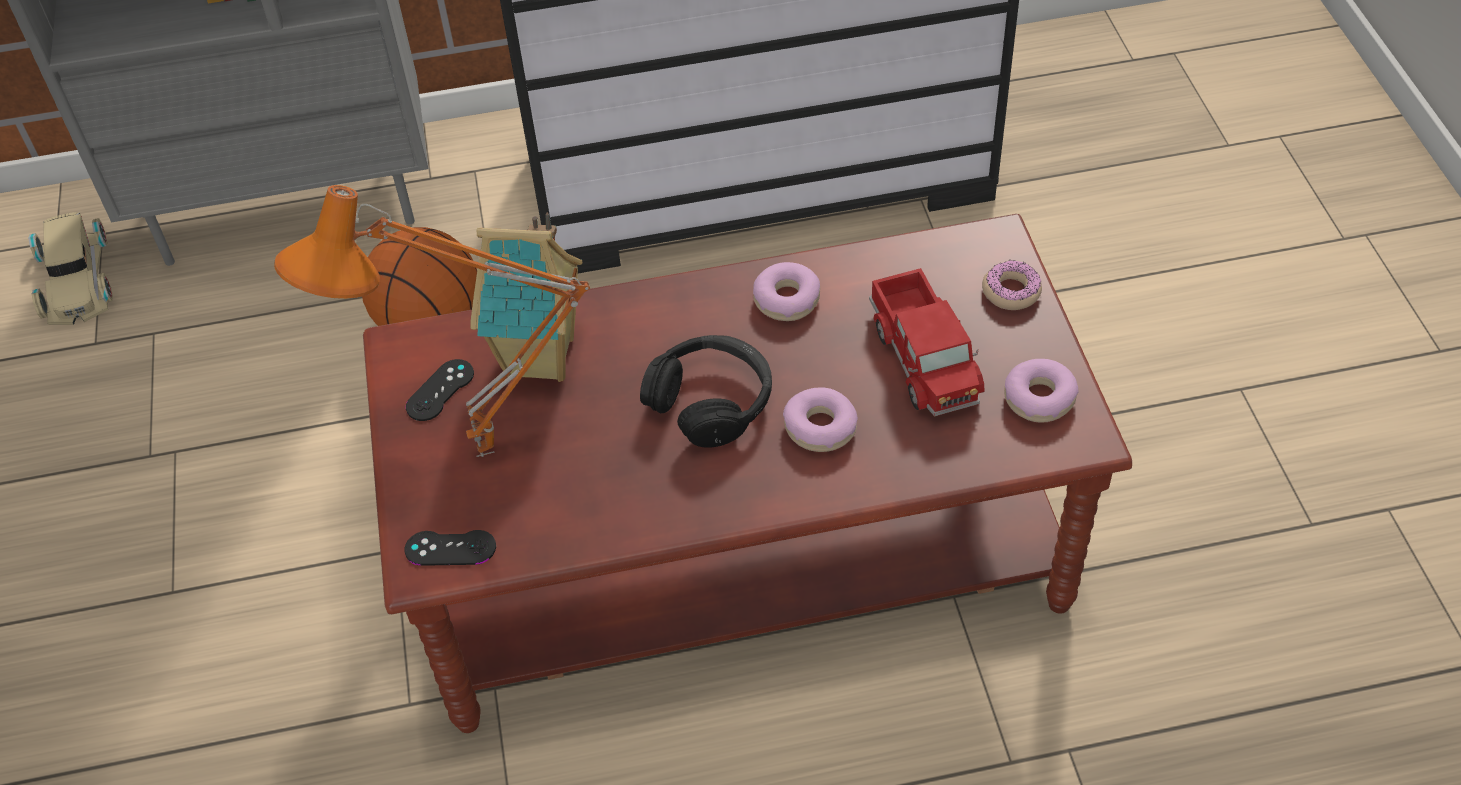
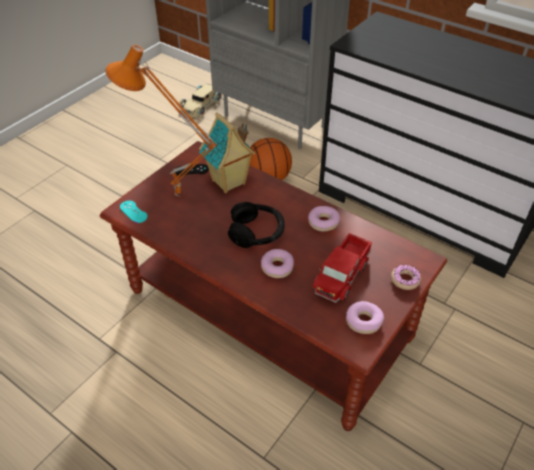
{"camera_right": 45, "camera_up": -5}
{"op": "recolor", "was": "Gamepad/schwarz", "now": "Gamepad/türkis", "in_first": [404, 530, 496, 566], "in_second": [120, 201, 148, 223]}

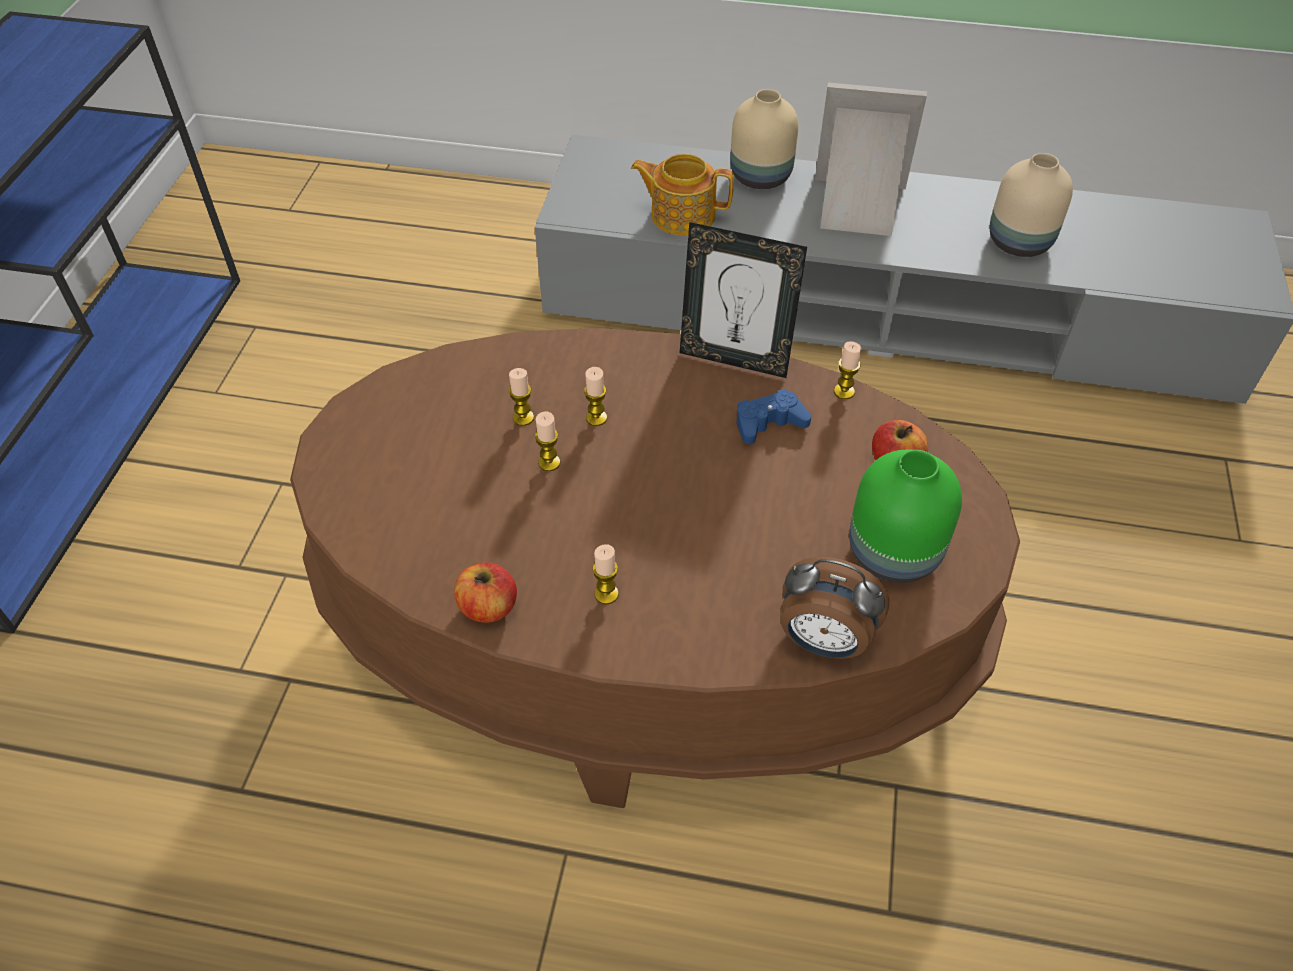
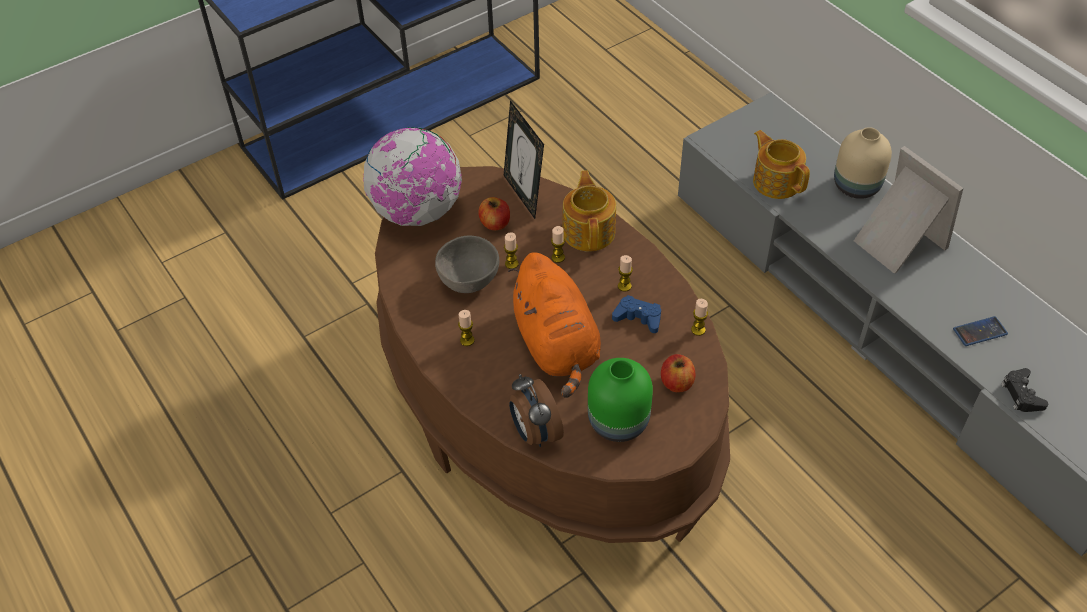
{"camera_right": 45, "camera_up": 0}
{"op": "insert", "now": "Globus", "in_second": [363, 127, 462, 226]}
{"op": "insert", "now": "Schüssel/grau", "in_second": [435, 236, 499, 293]}
{"op": "move", "was": "Apfel", "in_first": [454, 562, 517, 623], "in_second": [478, 197, 510, 230]}
{"op": "move", "was": "Bilderrahmen", "in_first": [680, 222, 807, 378], "in_second": [504, 100, 544, 219]}
{"op": "insert", "now": "Plüschtier/orange", "in_second": [508, 252, 601, 398]}
{"op": "insert", "now": "Teekanne", "in_second": [563, 170, 616, 252]}
{"op": "move", "was": "Kerze", "in_first": [509, 368, 534, 426], "in_second": [618, 255, 633, 292]}
{"op": "replace", "was": "Vase/beige", "now": "Handy", "in_first": [990, 153, 1073, 257], "in_second": [953, 316, 1008, 346]}
{"op": "insert", "now": "Gamepad/schwarz", "in_second": [1001, 368, 1048, 412]}

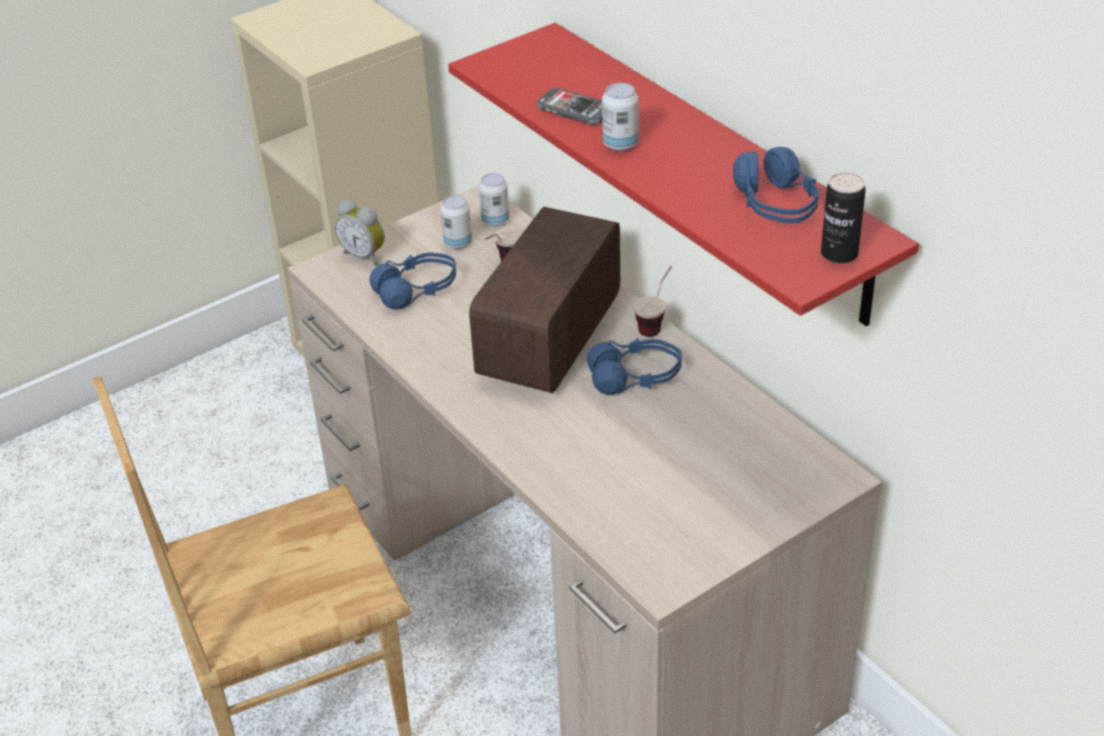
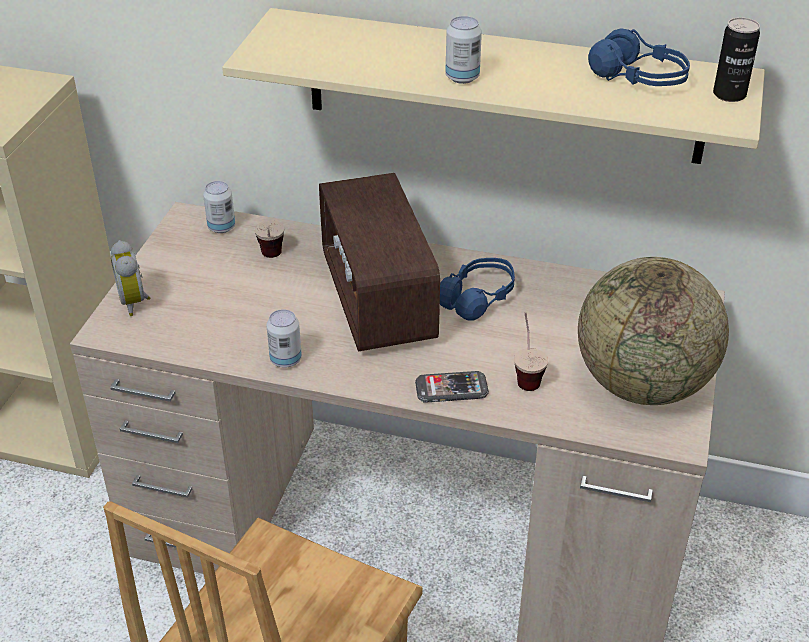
{"camera_right": -40, "camera_up": 0}
{"op": "rotate", "was": "Wecker", "in_first": [335, 200, 385, 266], "in_second": [111, 240, 150, 316], "clockwise": 75}
{"op": "recolor", "was": "Wandregal/rot", "now": "Wandregal/beige", "in_first": [448, 23, 919, 326], "in_second": [222, 8, 765, 164]}
{"op": "move", "was": "Dose", "in_first": [440, 195, 472, 249], "in_second": [266, 309, 302, 368]}
{"op": "move", "was": "Handy", "in_first": [537, 88, 602, 125], "in_second": [415, 371, 489, 403]}
{"op": "move", "was": "Tasse", "in_first": [633, 266, 672, 337], "in_second": [514, 312, 548, 391]}
{"op": "insert", "now": "Globus", "in_second": [578, 257, 729, 405]}
{"op": "delete", "was": "Kopfhörer/blau", "in_first": [369, 252, 456, 309]}

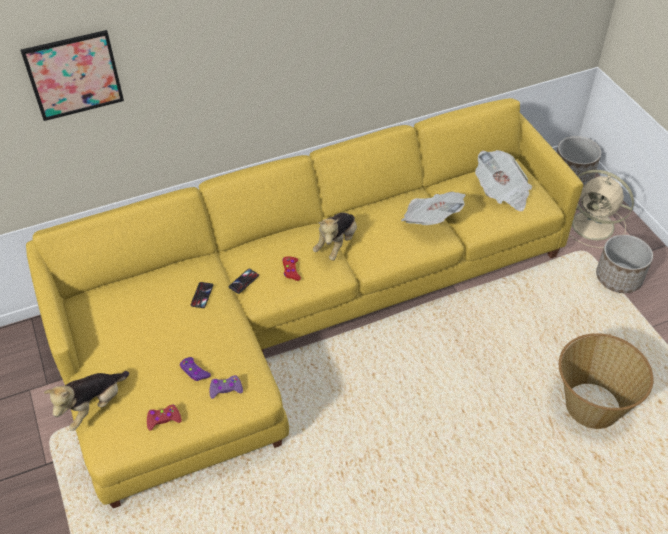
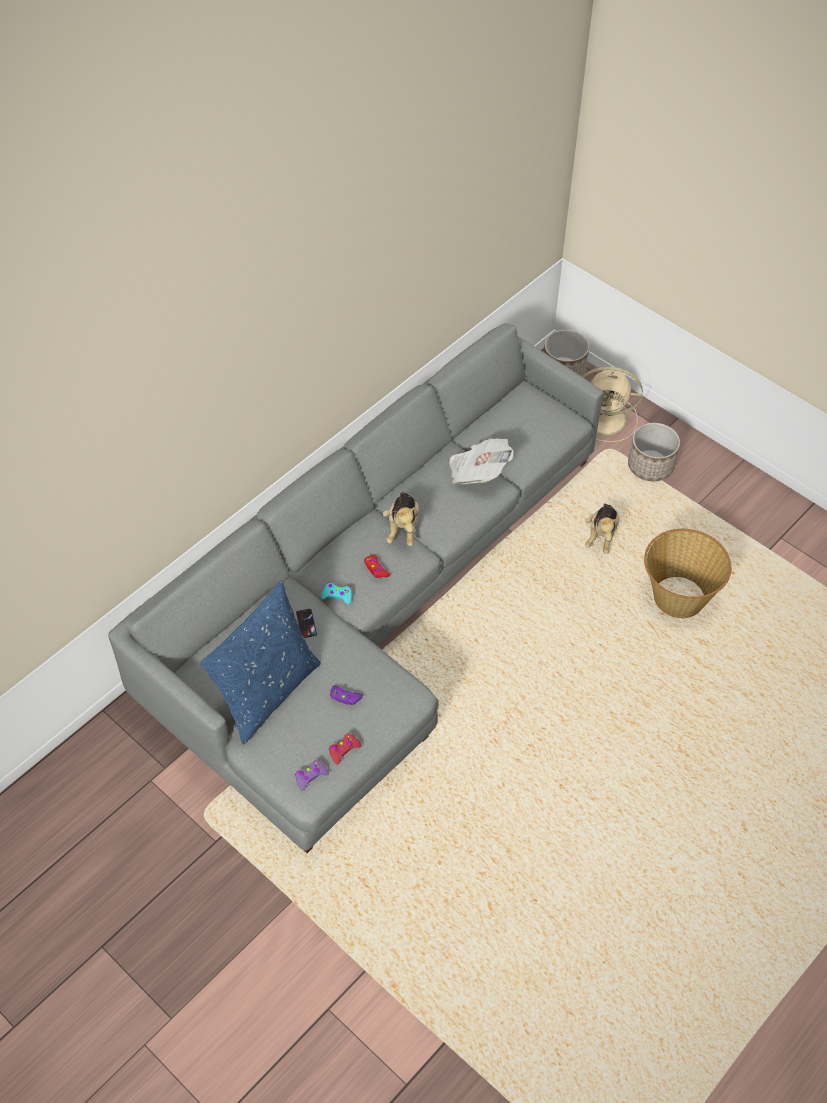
{"camera_right": -25, "camera_up": 5}
{"op": "recolor", "was": "Sofa/gelb", "now": "Sofa/grau", "in_first": [26, 98, 583, 508], "in_second": [108, 323, 604, 853]}
{"op": "insert", "now": "Kissen/blau", "in_second": [200, 581, 321, 744]}
{"op": "move", "was": "Gamepad/lila", "in_first": [210, 375, 243, 399], "in_second": [295, 760, 329, 791]}
{"op": "replace", "was": "Handy", "now": "Gamepad/türkis", "in_first": [228, 269, 259, 294], "in_second": [321, 583, 352, 605]}
{"op": "move", "was": "Plüschtier", "in_first": [44, 371, 129, 431], "in_second": [585, 504, 619, 554]}
{"op": "delete", "was": "Bild", "in_first": [20, 30, 124, 121]}
{"op": "delete", "was": "Zeitung", "in_first": [475, 150, 532, 211]}

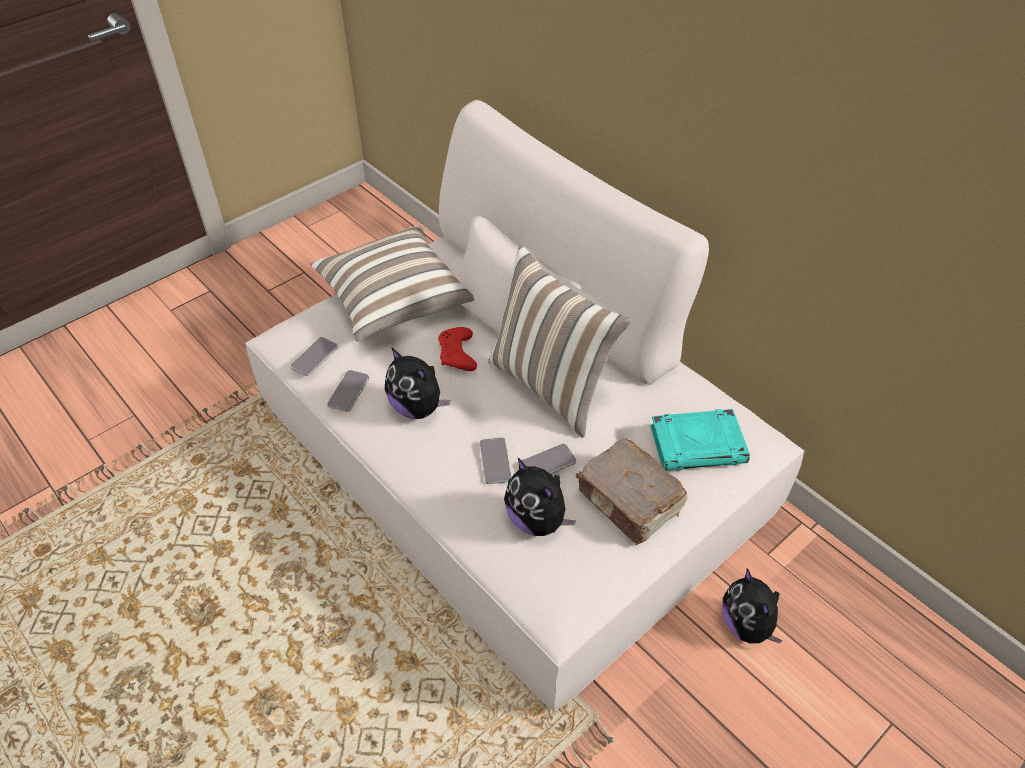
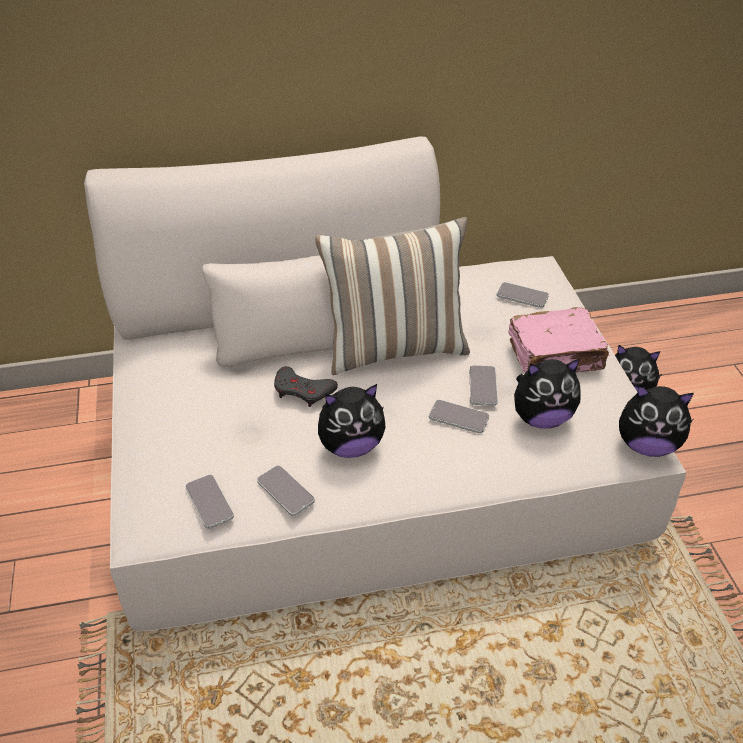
{"camera_right": -60, "camera_up": -5}
{"op": "recolor", "was": "Gamepad/rot", "now": "Gamepad/grau", "in_first": [438, 327, 477, 371], "in_second": [274, 366, 338, 407]}
{"op": "replace", "was": "Buch/türkis", "now": "Handy", "in_first": [650, 409, 750, 471], "in_second": [497, 282, 549, 308]}
{"op": "recolor", "was": "Buch/braun", "now": "Buch/rosa", "in_first": [576, 439, 687, 545], "in_second": [508, 307, 610, 373]}
{"op": "insert", "now": "Plüschtier", "in_second": [619, 385, 694, 457]}
{"op": "delete", "was": "Kissen", "in_first": [310, 226, 474, 341]}

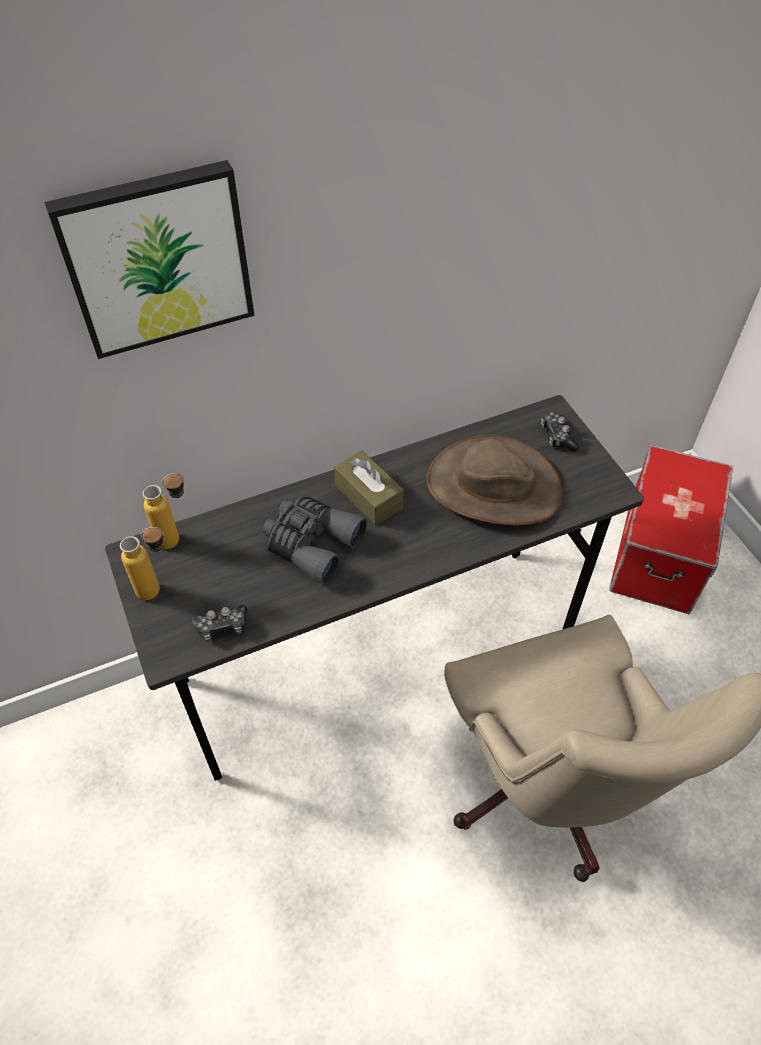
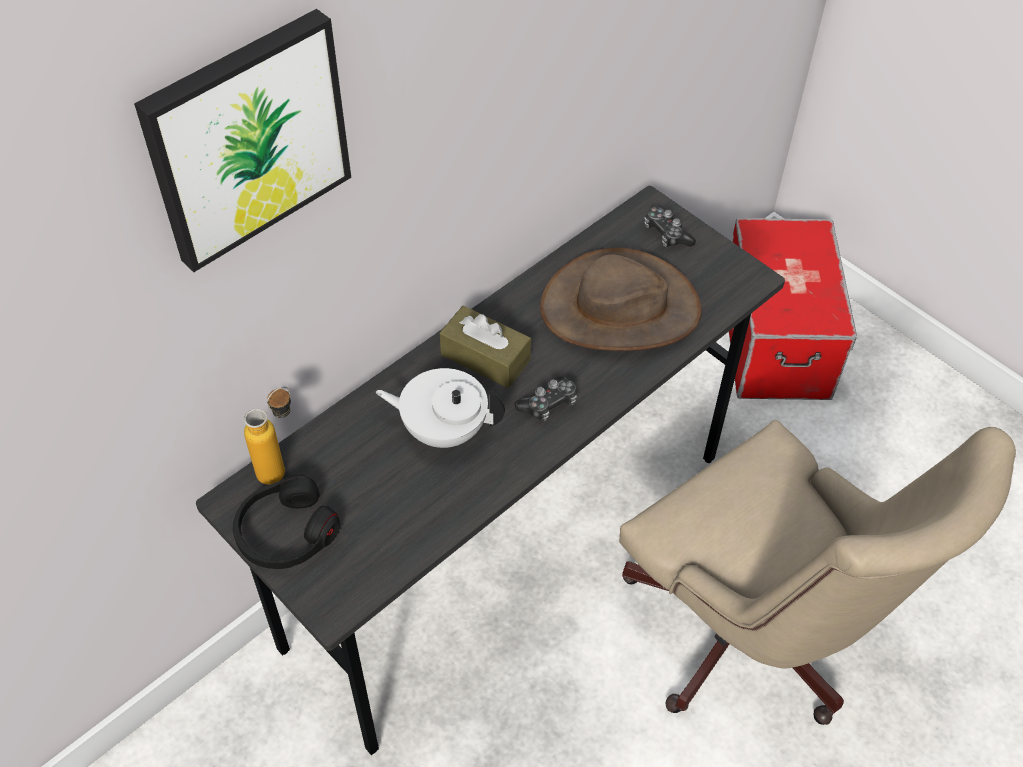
{"camera_right": -20, "camera_up": 0}
{"op": "replace", "was": "Flasche", "now": "Kopfhörer/schwarz", "in_first": [120, 527, 164, 600], "in_second": [233, 474, 340, 569]}
{"op": "replace", "was": "Fernglas/grau", "now": "Teekanne/weiß", "in_first": [262, 496, 367, 585], "in_second": [376, 368, 505, 448]}
{"op": "move", "was": "Gamepad", "in_first": [191, 605, 248, 641], "in_second": [514, 376, 577, 421]}

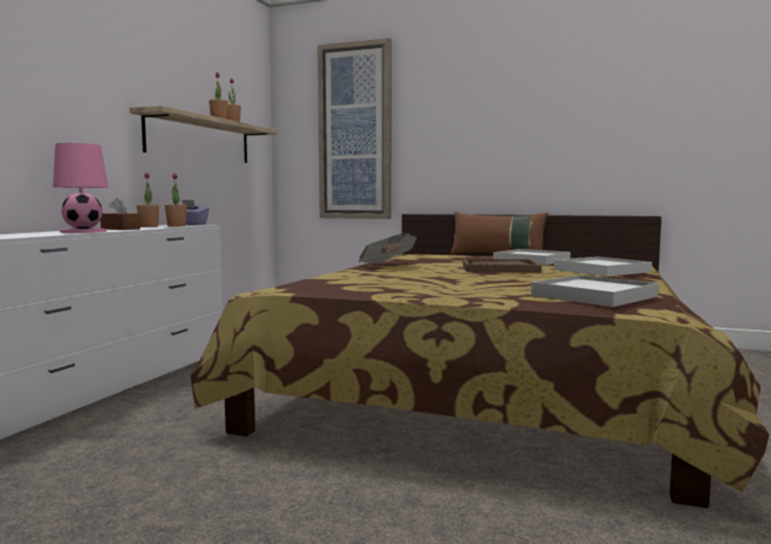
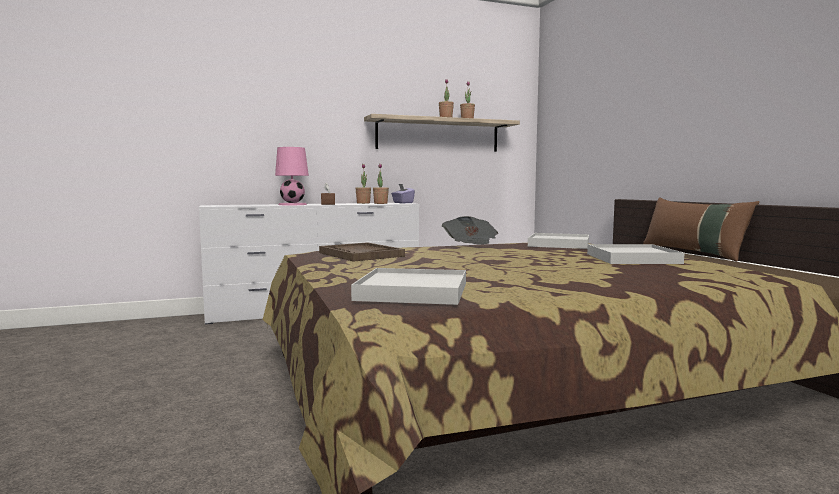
{"camera_right": 50, "camera_up": 0}
{"op": "move", "was": "Tablett/braun", "in_first": [463, 259, 541, 273], "in_second": [319, 242, 405, 262]}
{"op": "move", "was": "Tablett/weiß", "in_first": [554, 257, 652, 277], "in_second": [528, 233, 589, 249]}
{"op": "delete", "was": "Bild", "in_first": [317, 38, 392, 219]}

